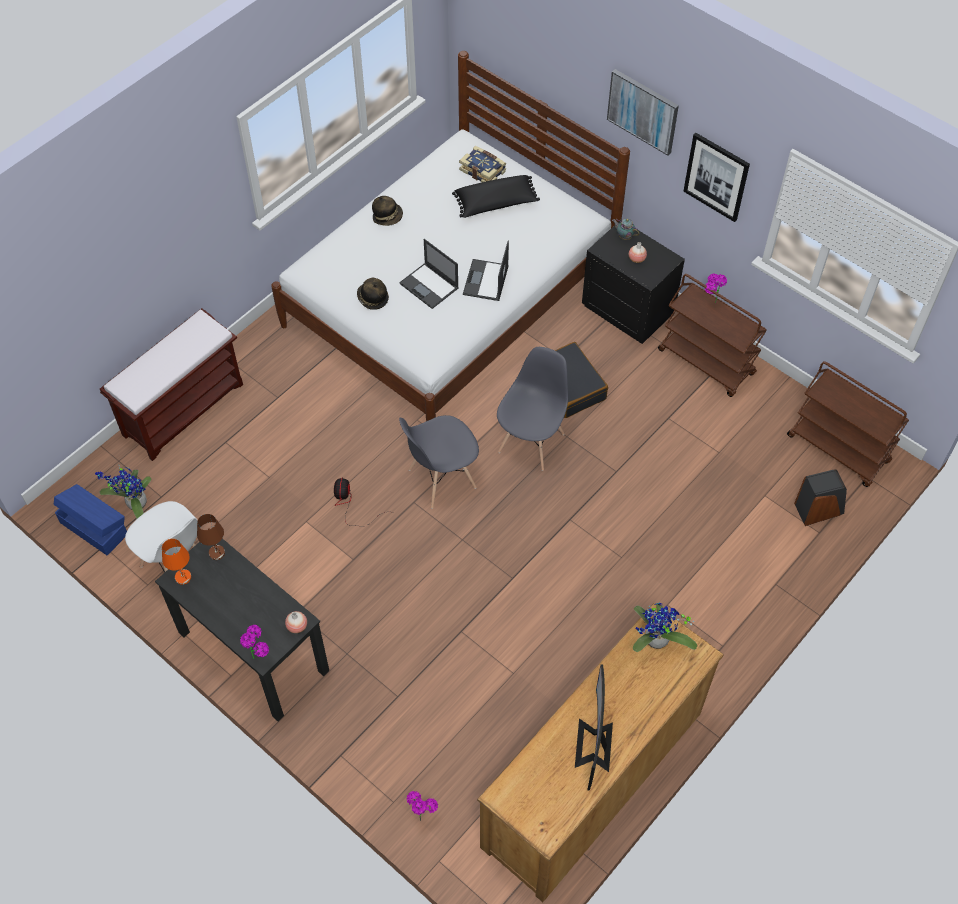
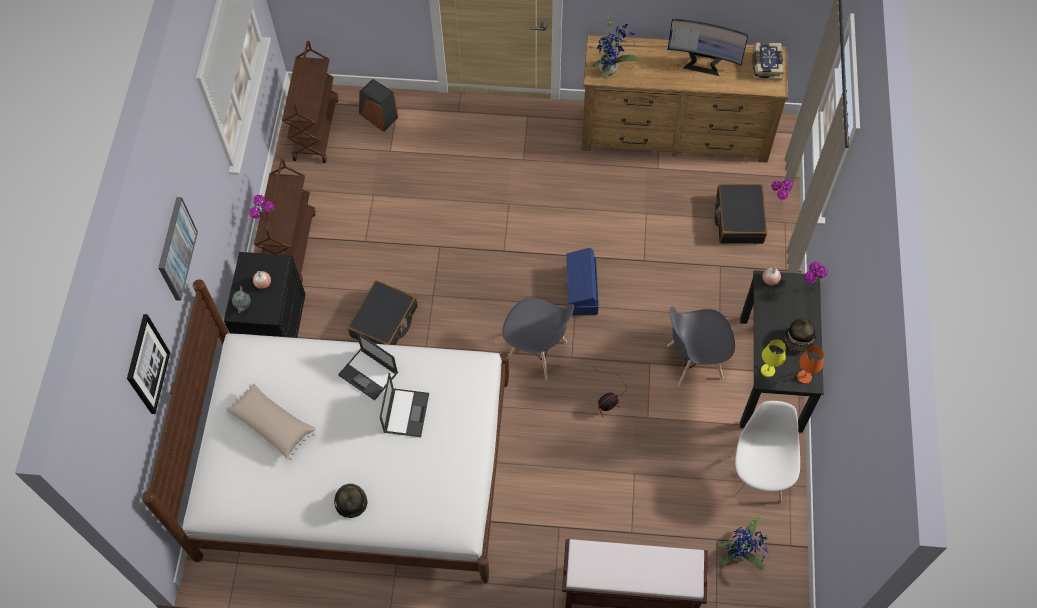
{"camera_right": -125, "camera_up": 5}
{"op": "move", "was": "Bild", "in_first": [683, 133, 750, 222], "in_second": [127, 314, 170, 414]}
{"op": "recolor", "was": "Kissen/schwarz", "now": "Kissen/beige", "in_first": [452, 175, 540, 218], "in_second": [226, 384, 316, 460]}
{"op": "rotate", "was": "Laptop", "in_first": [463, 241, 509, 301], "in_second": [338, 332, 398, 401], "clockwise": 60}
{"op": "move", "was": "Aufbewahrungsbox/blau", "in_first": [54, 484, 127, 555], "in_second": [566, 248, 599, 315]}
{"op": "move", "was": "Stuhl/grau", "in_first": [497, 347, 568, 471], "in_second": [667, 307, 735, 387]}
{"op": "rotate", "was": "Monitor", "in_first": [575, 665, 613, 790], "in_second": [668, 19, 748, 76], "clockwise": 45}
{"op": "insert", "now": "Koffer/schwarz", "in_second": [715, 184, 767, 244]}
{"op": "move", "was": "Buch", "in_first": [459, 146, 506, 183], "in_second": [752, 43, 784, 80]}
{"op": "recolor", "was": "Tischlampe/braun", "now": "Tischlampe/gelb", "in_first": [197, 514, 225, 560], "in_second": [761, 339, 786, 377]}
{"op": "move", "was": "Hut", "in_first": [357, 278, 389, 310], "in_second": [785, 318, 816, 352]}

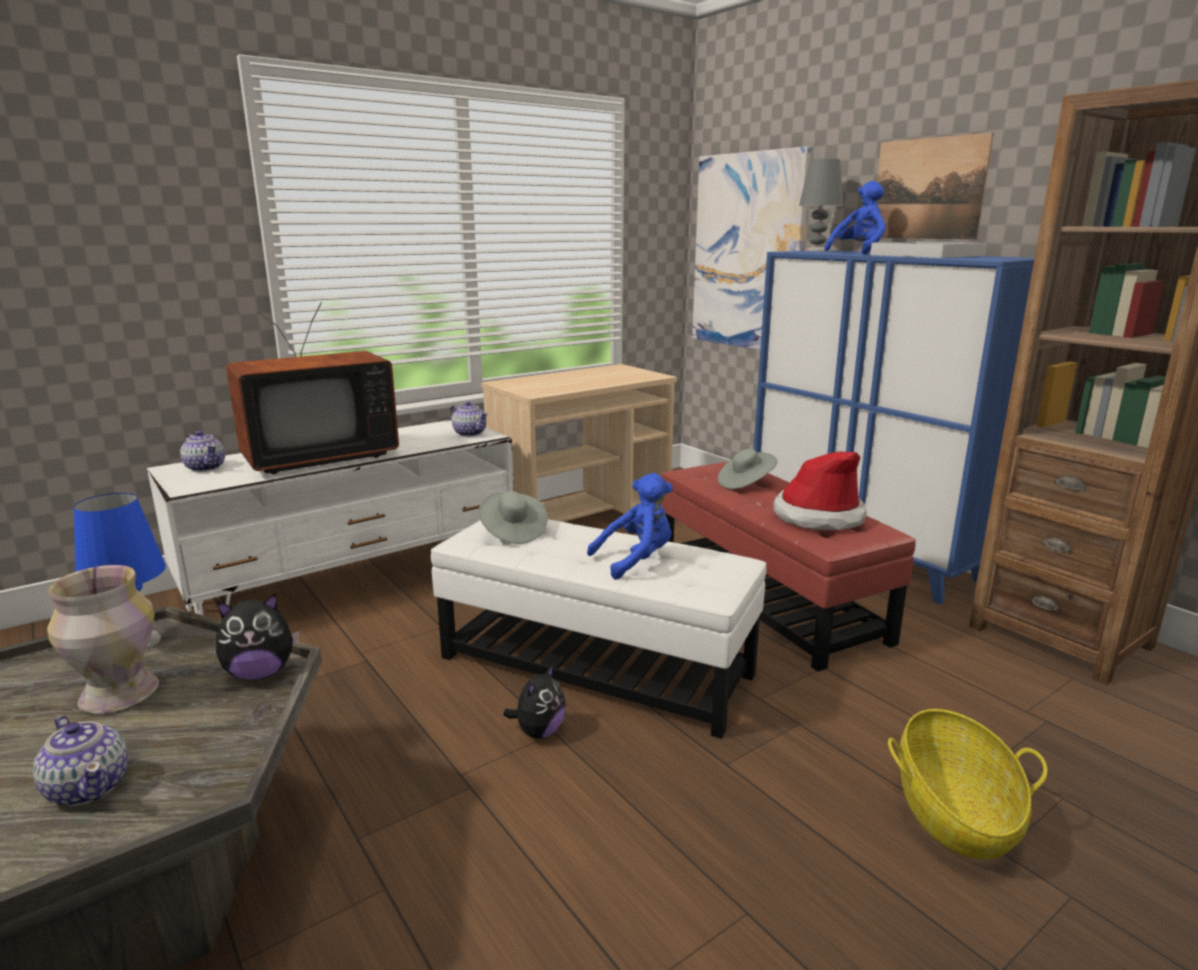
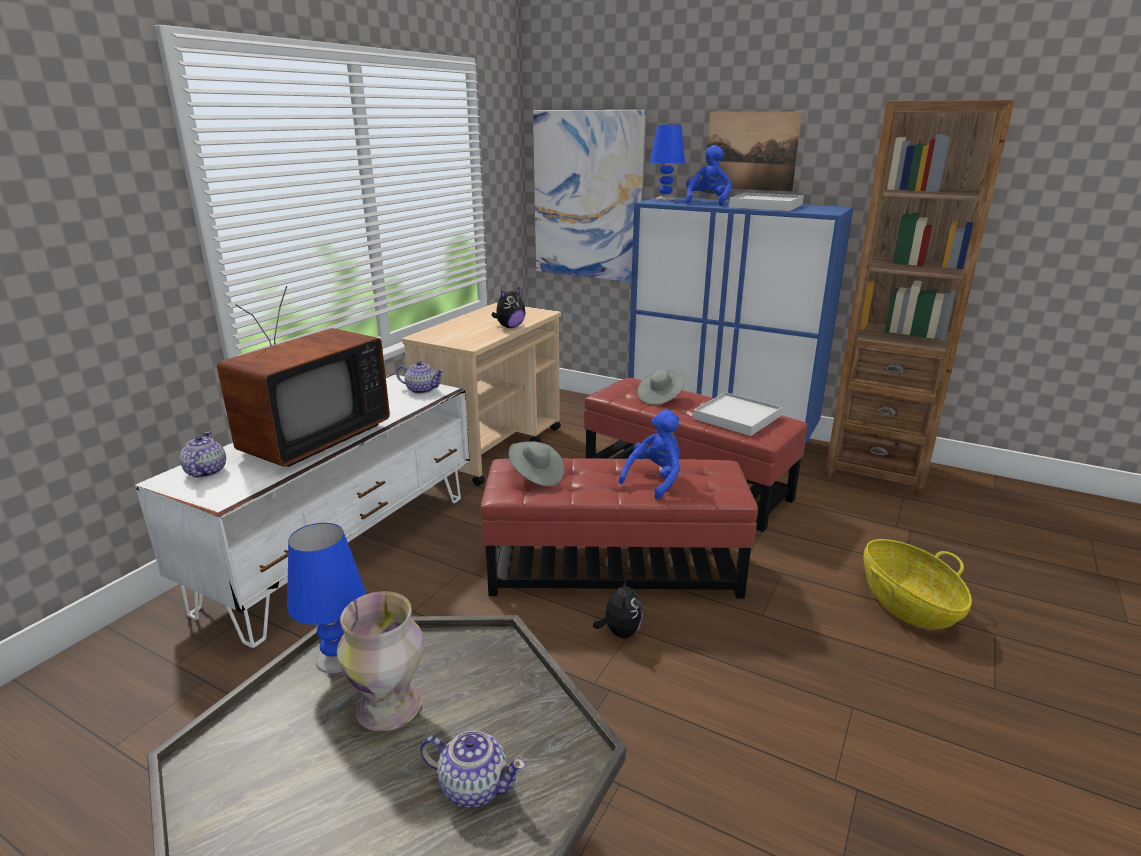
{"camera_right": -25, "camera_up": 5}
{"op": "rotate", "was": "Teekanne", "in_first": [180, 431, 225, 472], "in_second": [179, 431, 226, 478], "clockwise": -120}
{"op": "recolor", "was": "Polsterhocker/weiß", "now": "Polsterhocker/rot", "in_first": [431, 519, 766, 739], "in_second": [481, 458, 758, 599]}
{"op": "move", "was": "Plüschtier", "in_first": [216, 593, 300, 680], "in_second": [491, 287, 525, 328]}
{"op": "recolor", "was": "Tischlampe/grau", "now": "Tischlampe/blau", "in_first": [799, 159, 843, 251], "in_second": [650, 125, 685, 200]}
{"op": "replace", "was": "Hut", "now": "Tablett/weiß", "in_first": [773, 451, 867, 530], "in_second": [693, 392, 782, 436]}

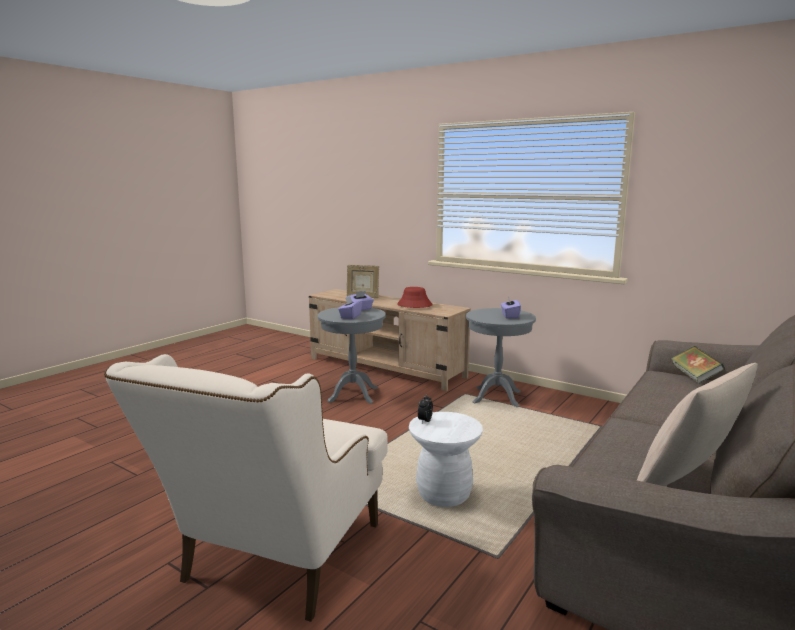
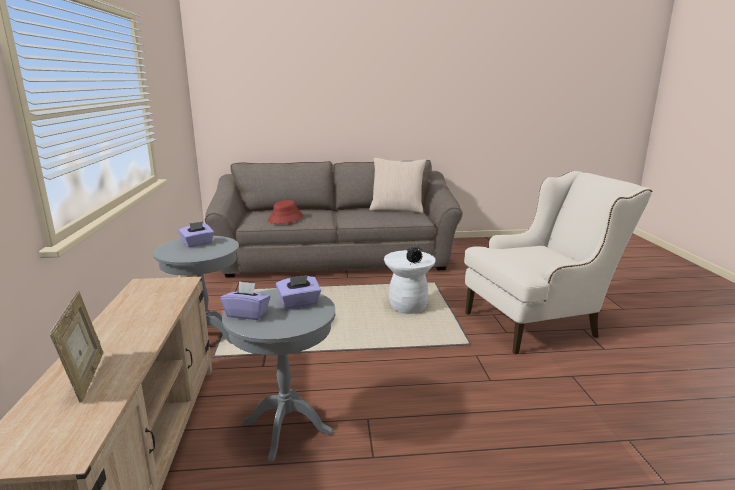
{"camera_right": -130, "camera_up": 5}
{"op": "move", "was": "Hut/rot", "in_first": [397, 287, 433, 308], "in_second": [268, 200, 303, 224]}
{"op": "delete", "was": "Buch", "in_first": [671, 346, 724, 384]}

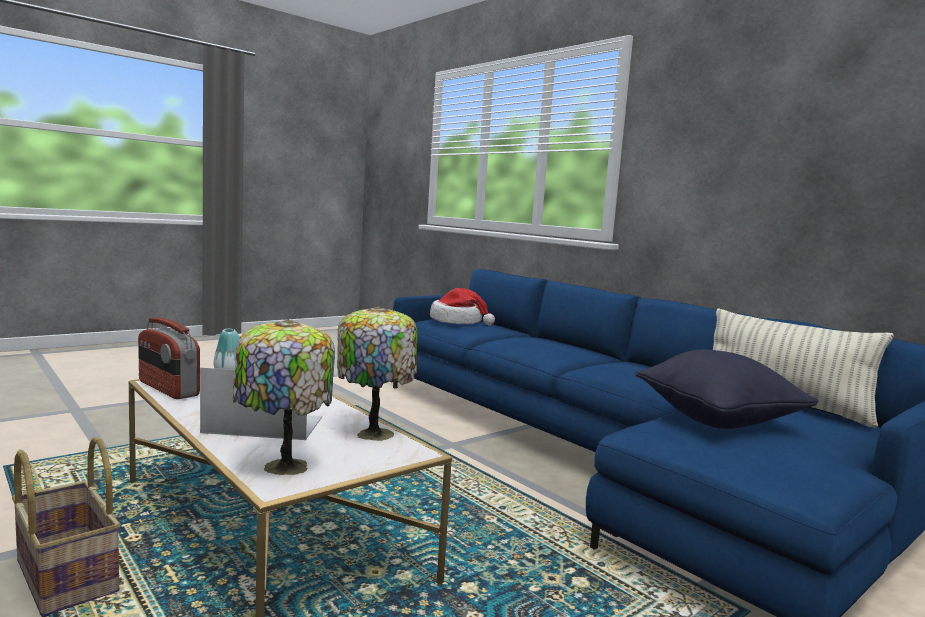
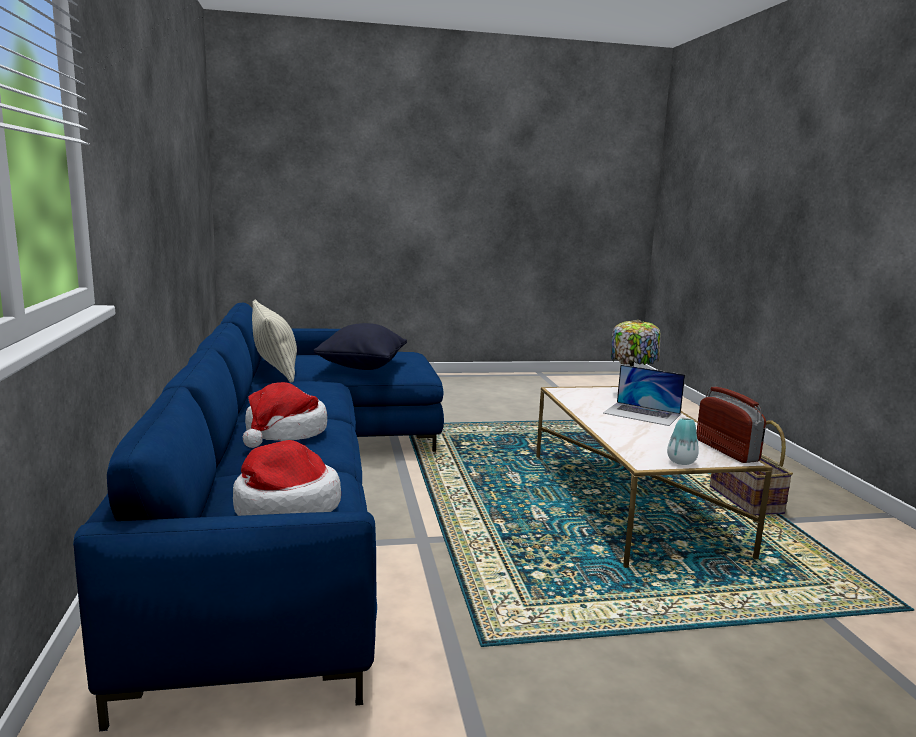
{"camera_right": -150, "camera_up": 5}
{"op": "insert", "now": "Hut", "in_second": [243, 382, 327, 448]}
{"op": "delete", "was": "Tischlampe", "in_first": [337, 306, 417, 441]}

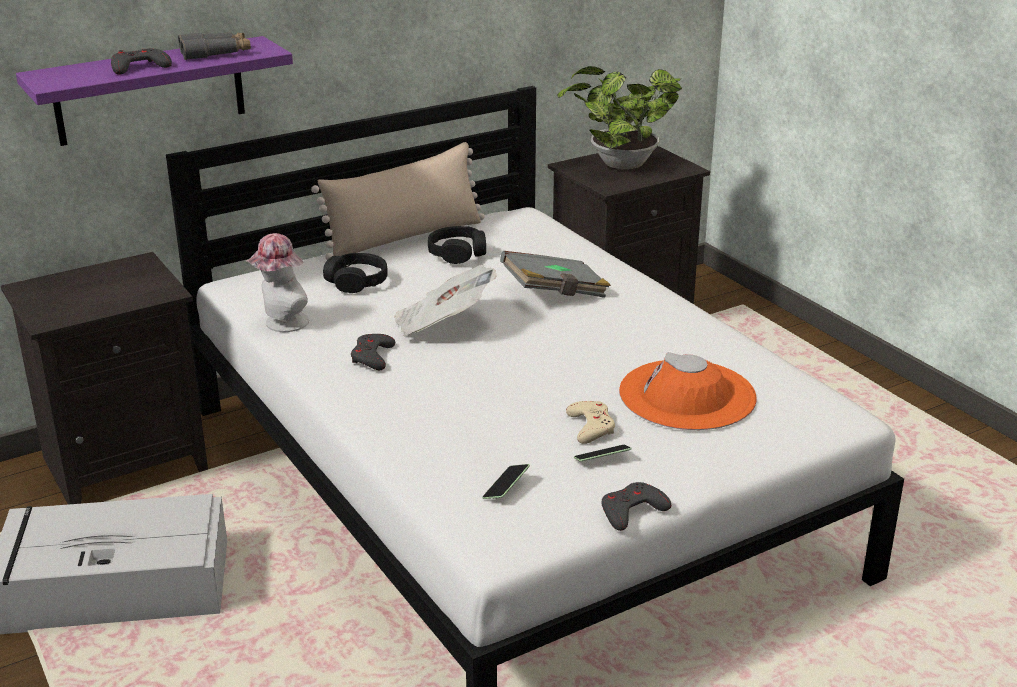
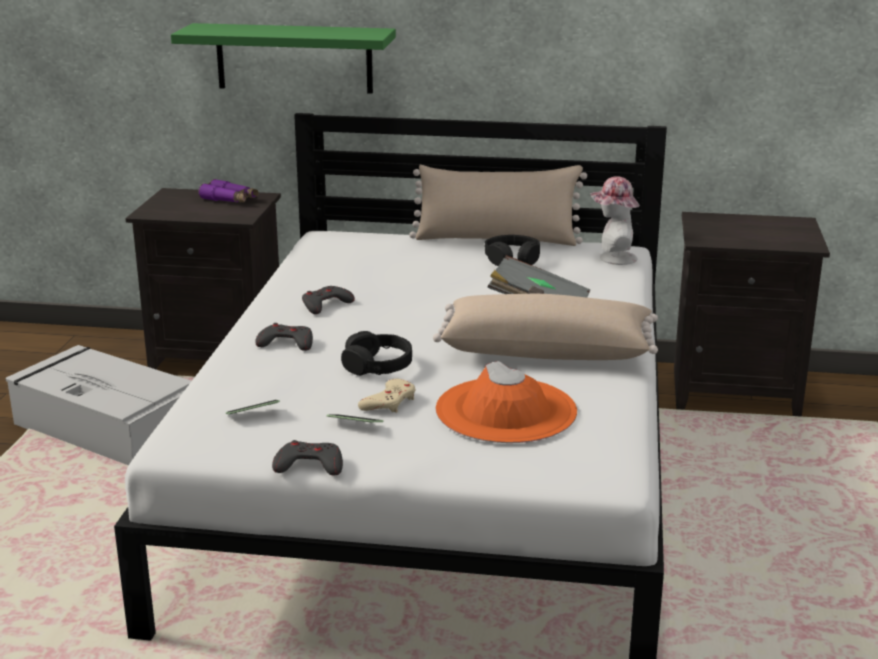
{"camera_right": 40, "camera_up": -5}
{"op": "recolor", "was": "Wandregal/lila", "now": "Wandregal/grün", "in_first": [16, 36, 293, 146], "in_second": [171, 23, 396, 94]}
{"op": "insert", "now": "Fernglas/lila", "in_second": [198, 179, 259, 203]}
{"op": "move", "was": "Gamepad/grau", "in_first": [111, 48, 172, 74], "in_second": [255, 323, 313, 351]}
{"op": "move", "was": "Kopfhörer/schwarz", "in_first": [323, 253, 388, 293], "in_second": [341, 331, 412, 376]}
{"op": "insert", "now": "Kissen/beige", "in_second": [433, 294, 658, 360]}
{"op": "move", "was": "Hut", "in_first": [246, 233, 309, 332], "in_second": [590, 176, 640, 265]}
{"op": "delete", "was": "Fernglas/grau", "in_first": [178, 33, 251, 60]}
{"op": "delete", "was": "Zeitung", "in_first": [394, 265, 496, 337]}
{"op": "delete", "was": "Topfpflanze", "in_first": [557, 66, 682, 169]}

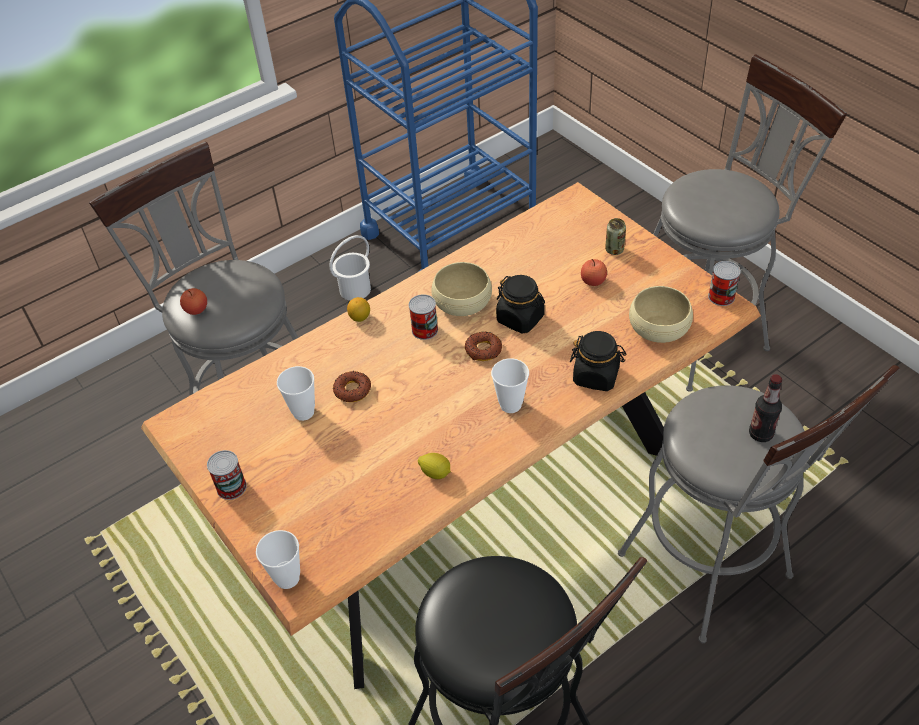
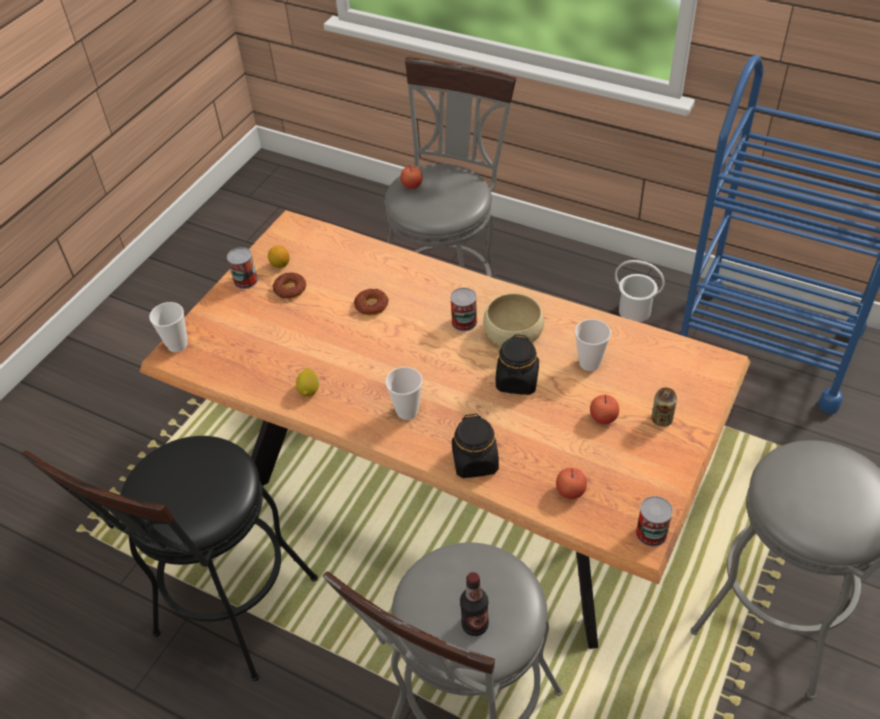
{"camera_right": 65, "camera_up": 0}
{"op": "move", "was": "Zitrone", "in_first": [347, 297, 370, 322], "in_second": [268, 246, 290, 268]}
{"op": "move", "was": "Donut", "in_first": [465, 331, 502, 361], "in_second": [273, 272, 306, 299]}
{"op": "replace", "was": "Schüssel/beige", "now": "Apfel", "in_first": [629, 286, 693, 343], "in_second": [556, 468, 587, 499]}
{"op": "move", "was": "Tasse", "in_first": [277, 366, 315, 421], "in_second": [575, 319, 611, 371]}

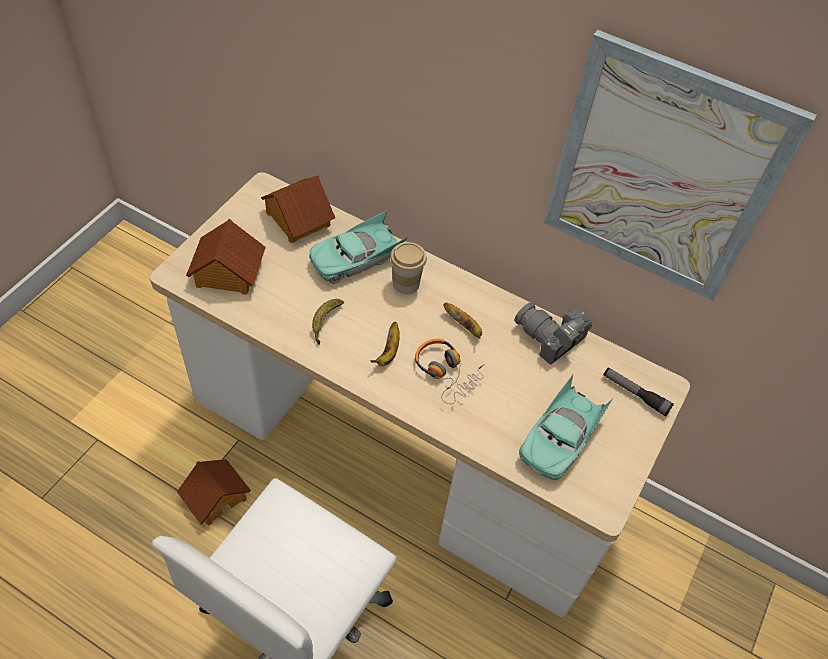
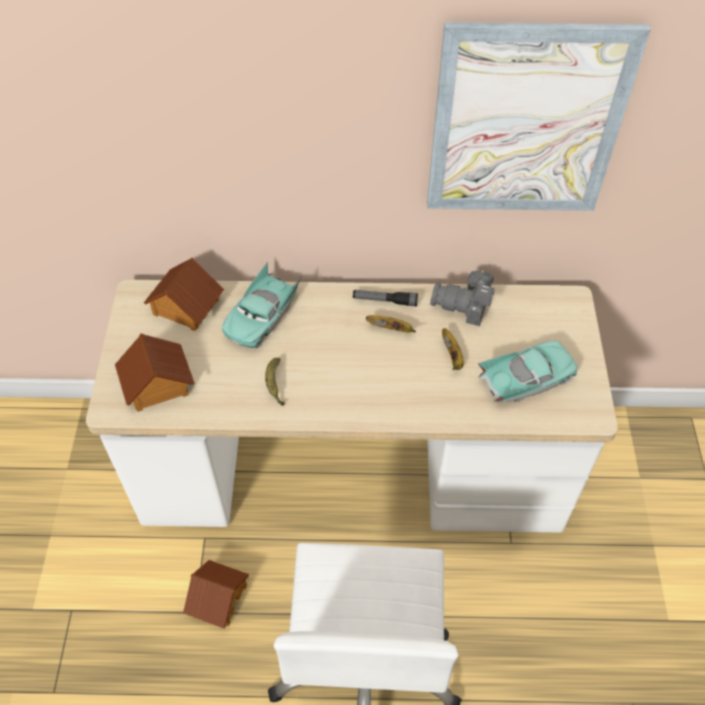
{"camera_right": -25, "camera_up": 0}
{"op": "move", "was": "Taschenlampe", "in_first": [603, 368, 674, 416], "in_second": [353, 290, 418, 307]}
{"op": "move", "was": "Banane", "in_first": [370, 322, 400, 366], "in_second": [442, 328, 464, 370]}
{"op": "rotate", "was": "Spielzeugauto/türkis", "in_first": [519, 375, 613, 480], "in_second": [477, 341, 578, 402], "clockwise": -120}
{"op": "delete", "was": "Tasse", "in_first": [390, 242, 427, 294]}
{"op": "delete", "was": "Kopfhörer", "in_first": [415, 339, 484, 404]}

